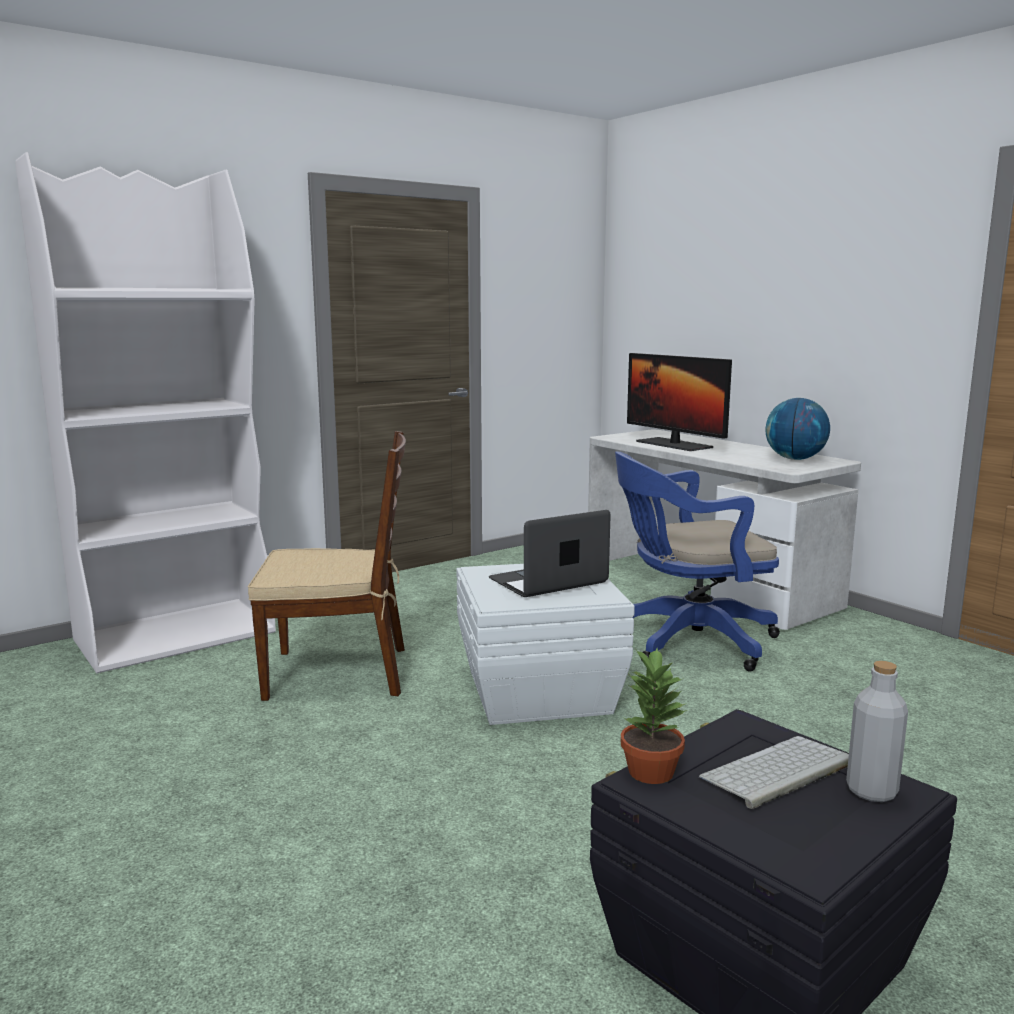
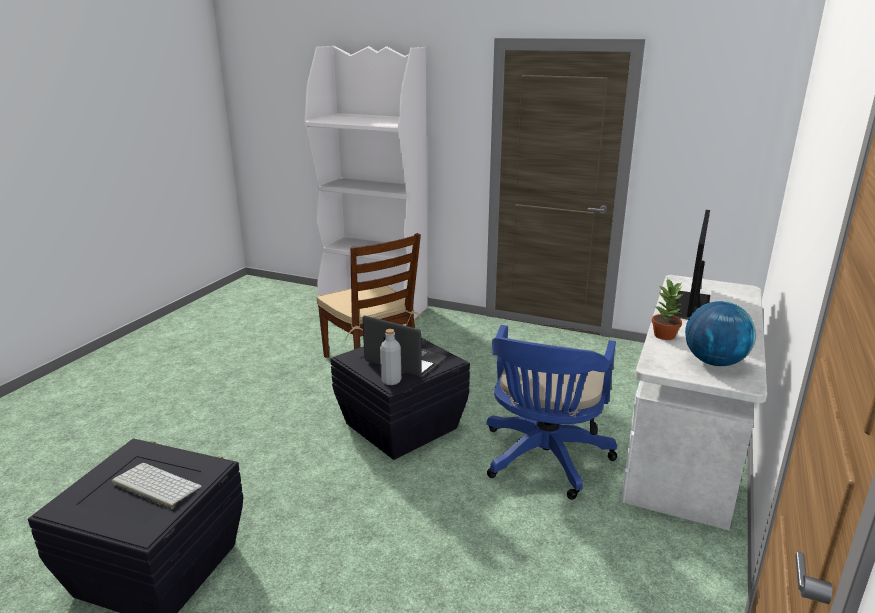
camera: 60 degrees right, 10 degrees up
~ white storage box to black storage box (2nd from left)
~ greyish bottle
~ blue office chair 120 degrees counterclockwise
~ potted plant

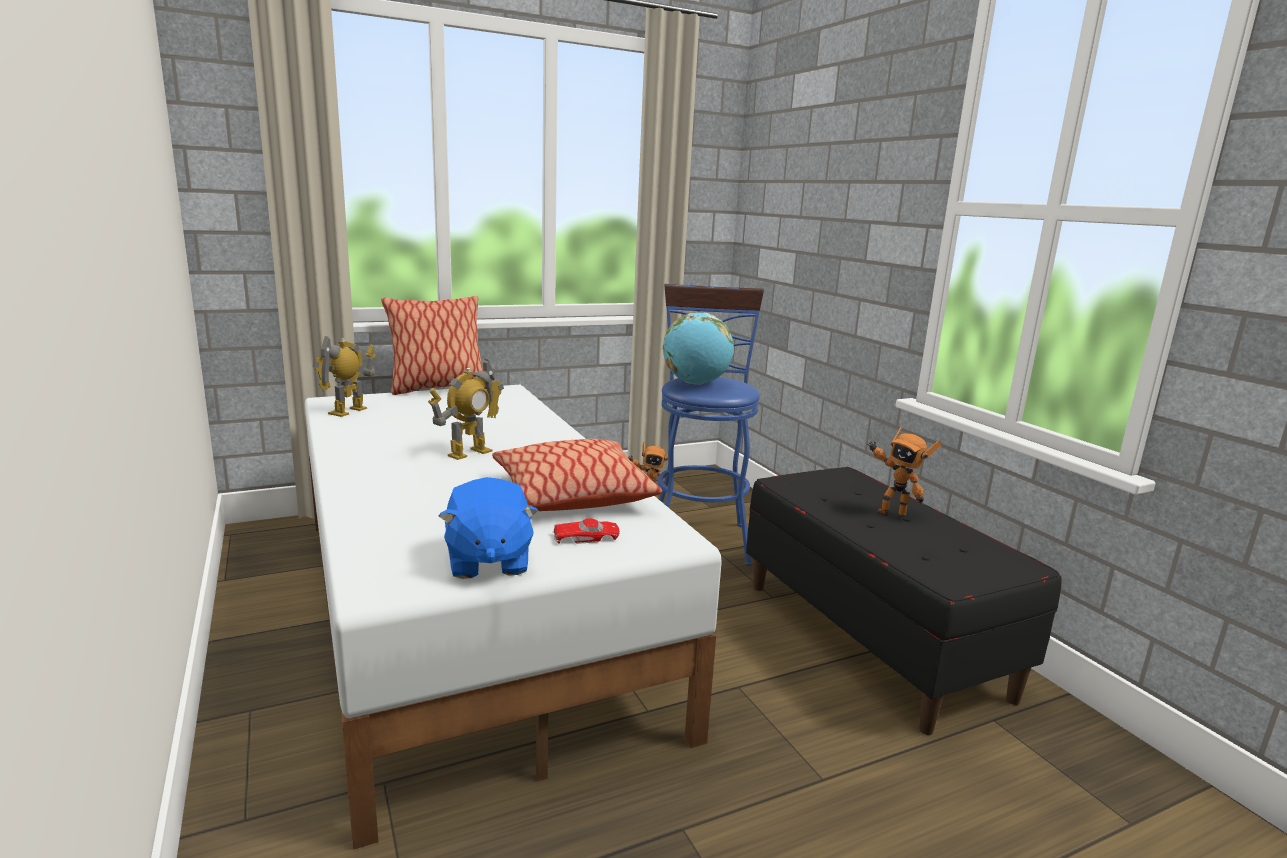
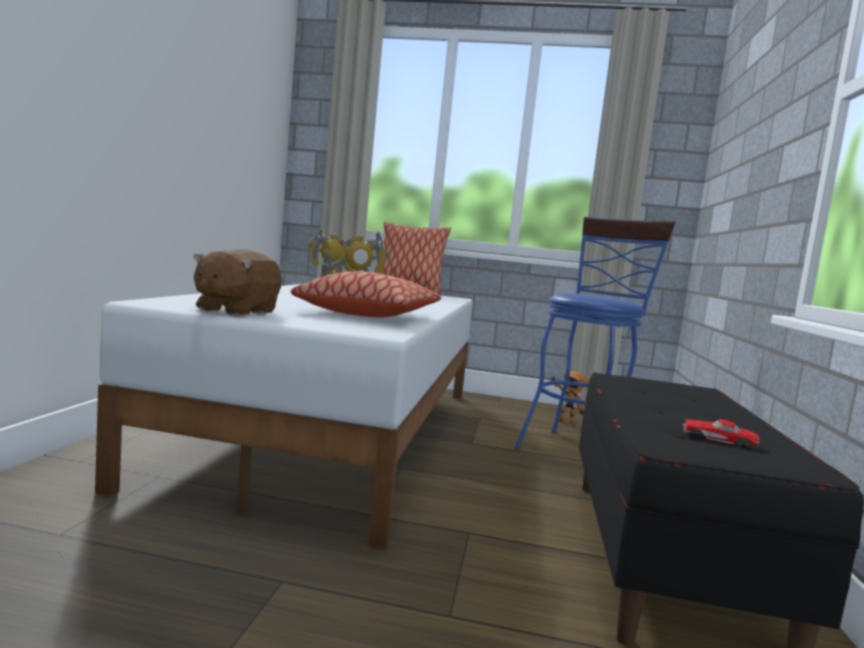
camera: 35 degrees right, 10 degrees down
~ blue cuddly toy to brownish cuddly toy
~ red-coloured toy car
- world globe
- toy robot (4th from left)

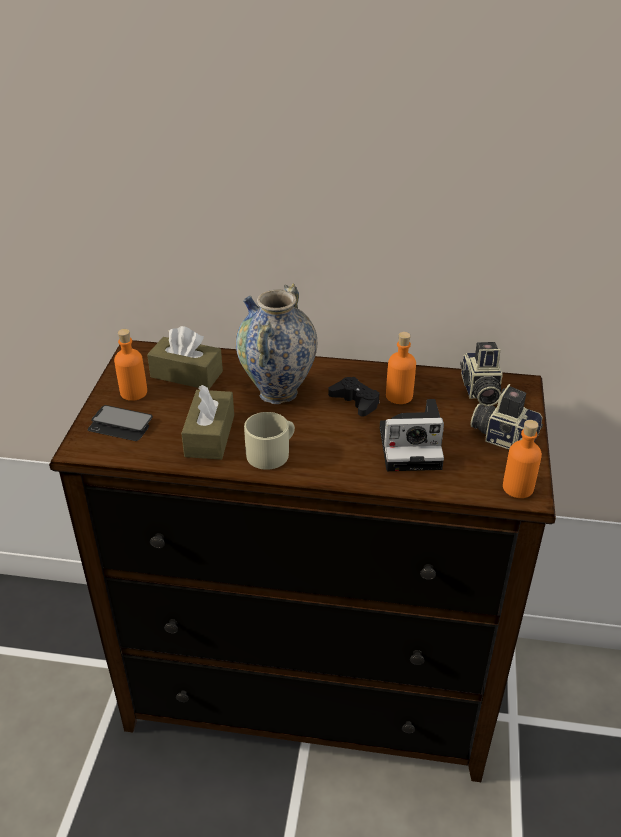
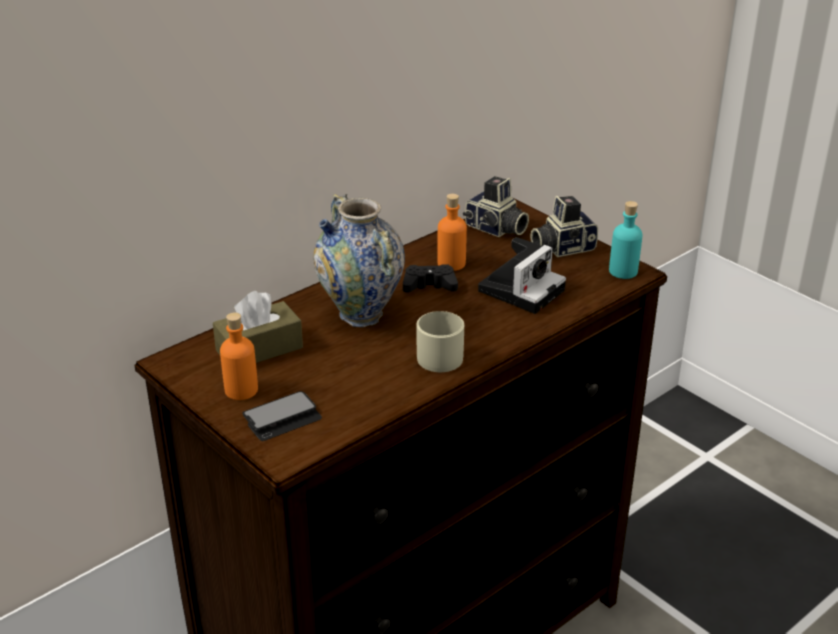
camera: 50 degrees left, 5 degrees down
~ orange-coloured bottle (3rd from left) to blue-green bottle
- brownish box of tissues (2nd from left)

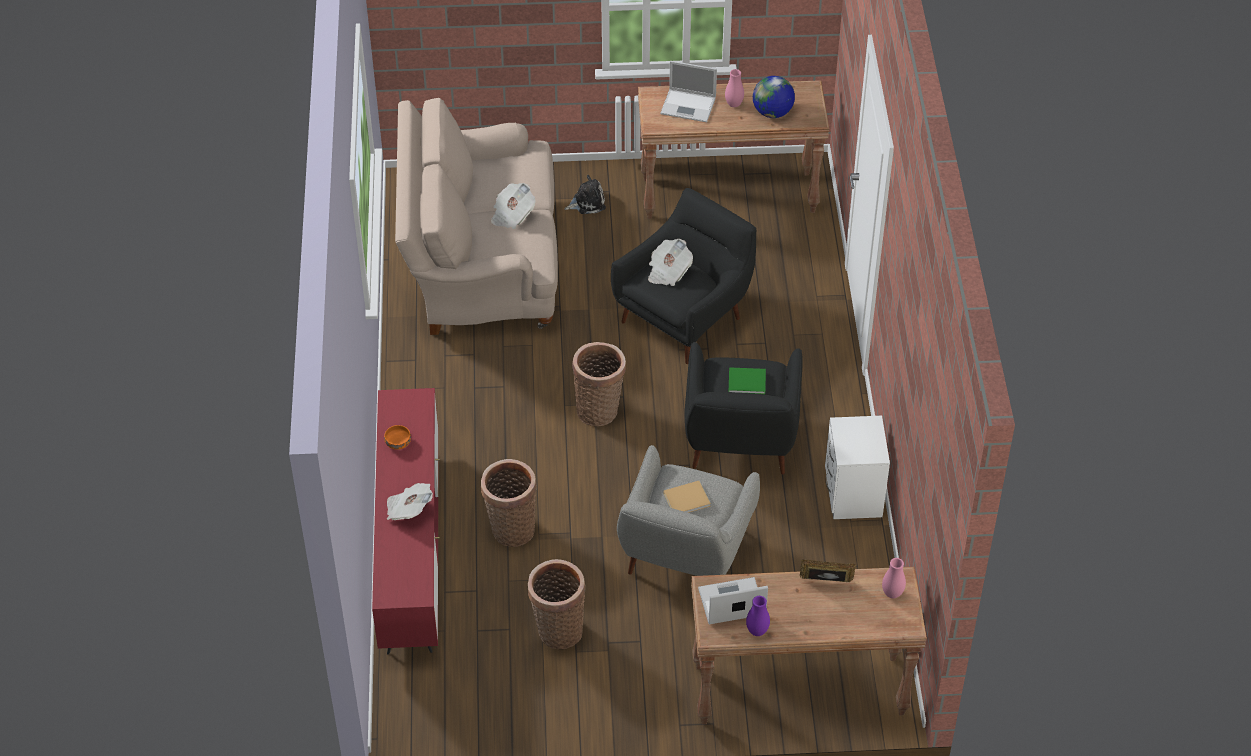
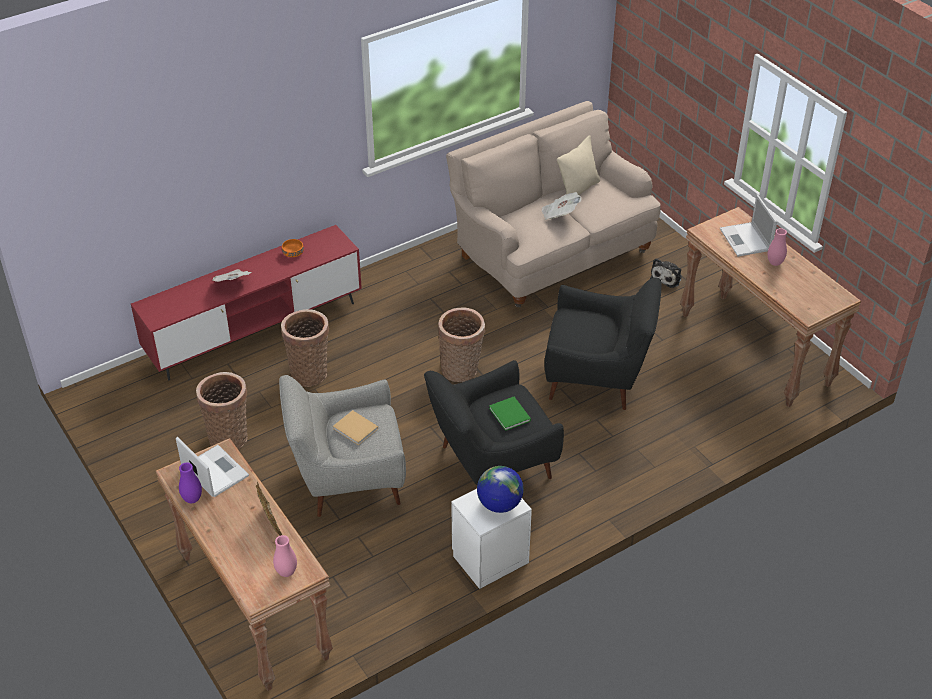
camera: 60 degrees right, 5 degrees down
~ world globe
+ sand-coloured cushion
~ cuddly toy 75 degrees clockwise
- daily paper (3rd from left)

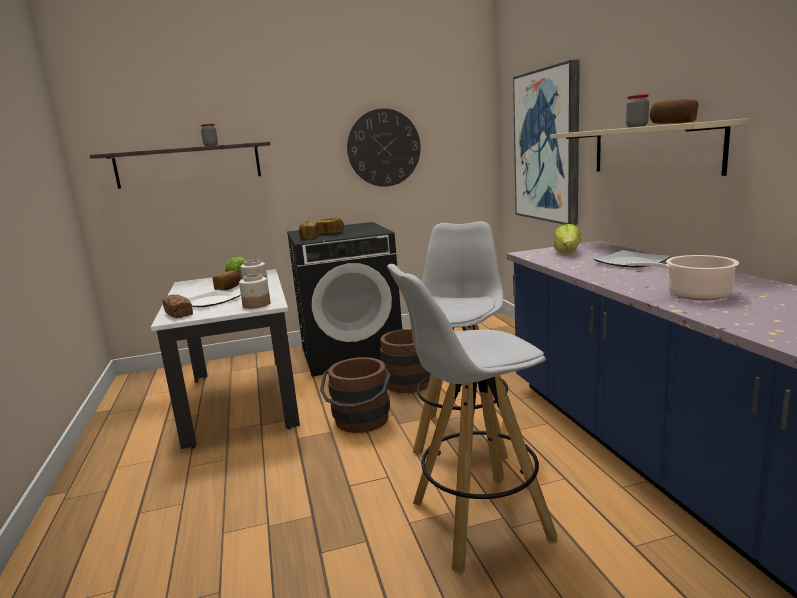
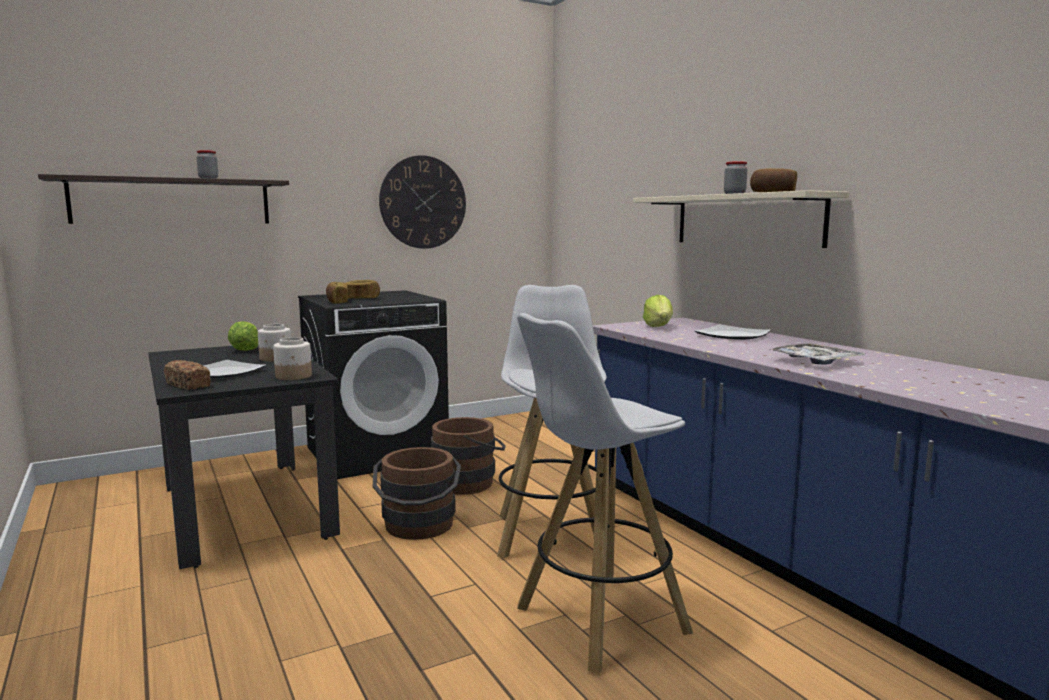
camera: 15 degrees left, 5 degrees down
~ white dining table to black dining table
~ stockpot to carrying tray
- bread (2nd from left)
- wall art

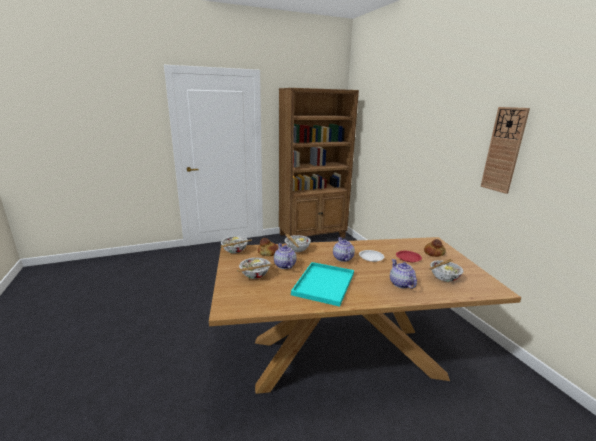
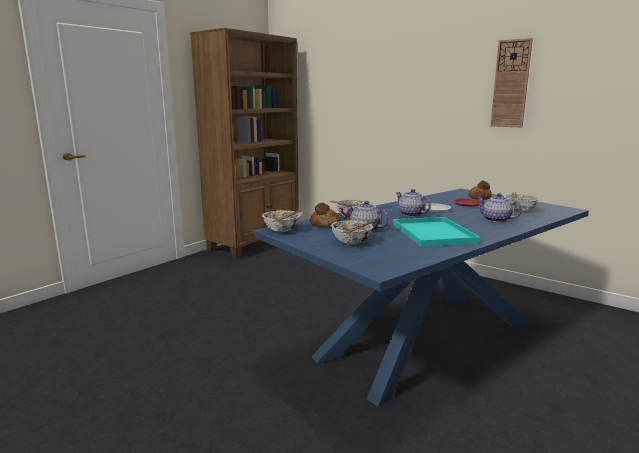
camera: 30 degrees left, 5 degrees down
~ brownish dining table to blue dining table

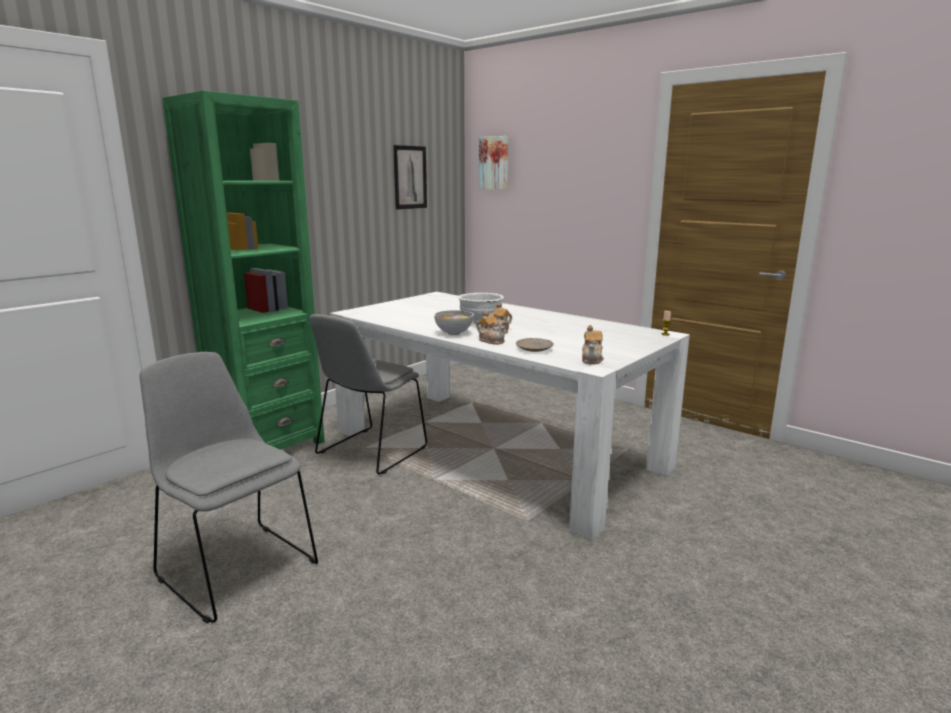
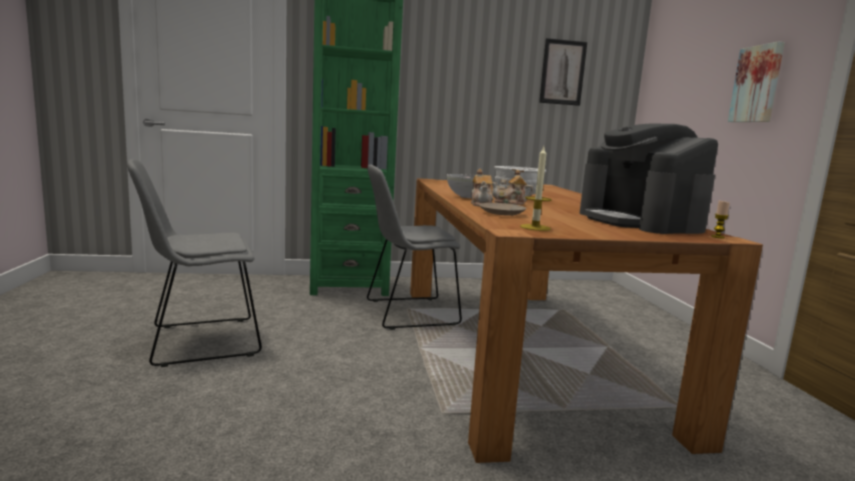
camera: 40 degrees right, 5 degrees down
~ greyish plain chair (1st from left) 105 degrees counterclockwise
~ white dining table to brownish dining table
~ tea pot (3rd from left) to wax candle (1st from left)
+ coffee maker
~ wall art (2nd from left)

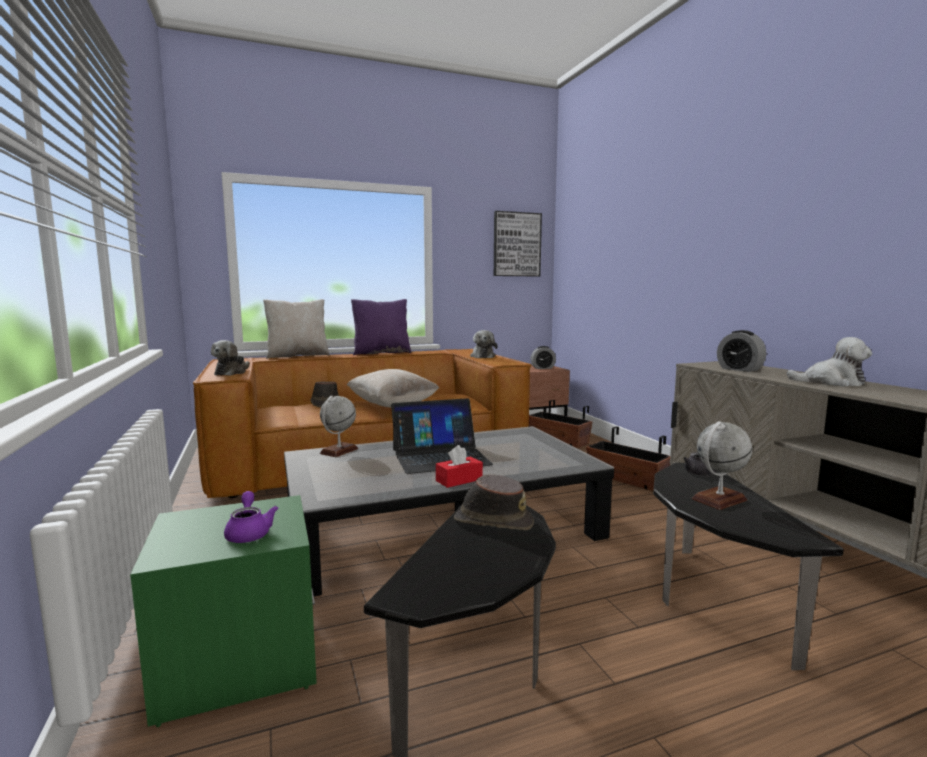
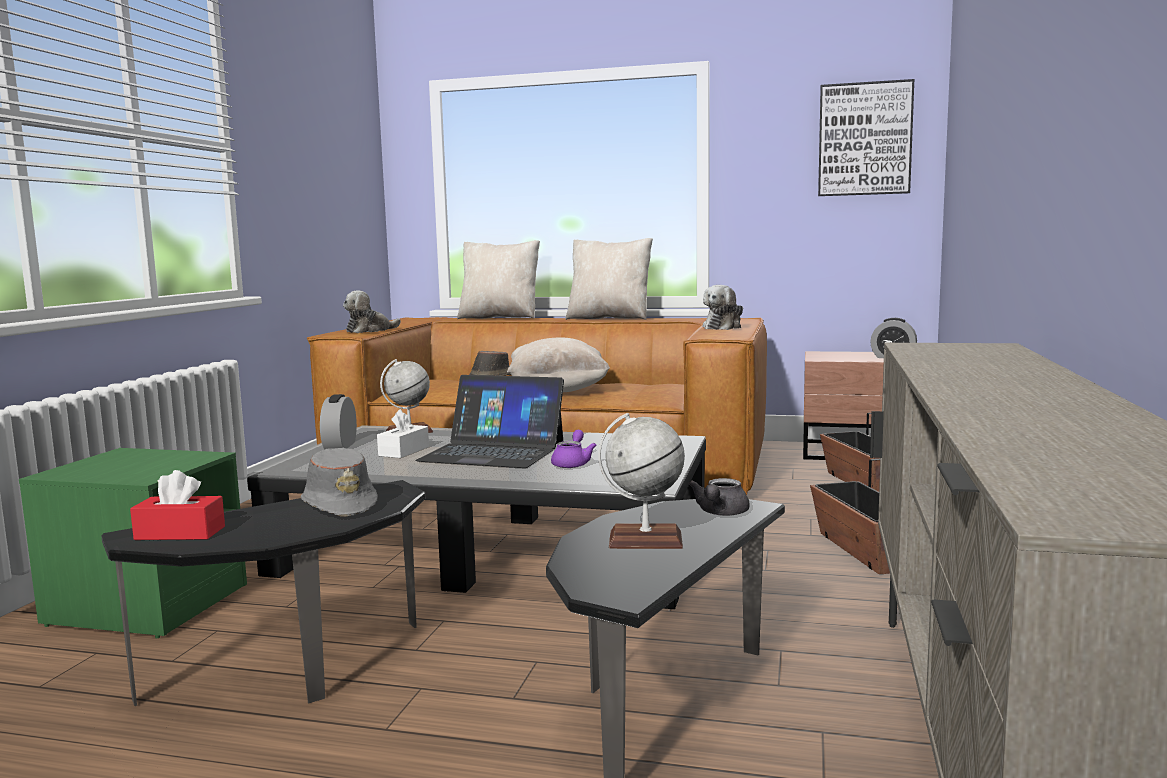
camera: 35 degrees right, 0 degrees up
~ red-coloured box of tissues
~ brownish hat (2nd from left) to greyish hat
~ table clock (2nd from left in the first image) to table clock (1st from left)
+ white box of tissues
~ purplish tea pot
~ purplish cushion to sand-coloured cushion (3rd from left)
- cuddly toy (3rd from left)

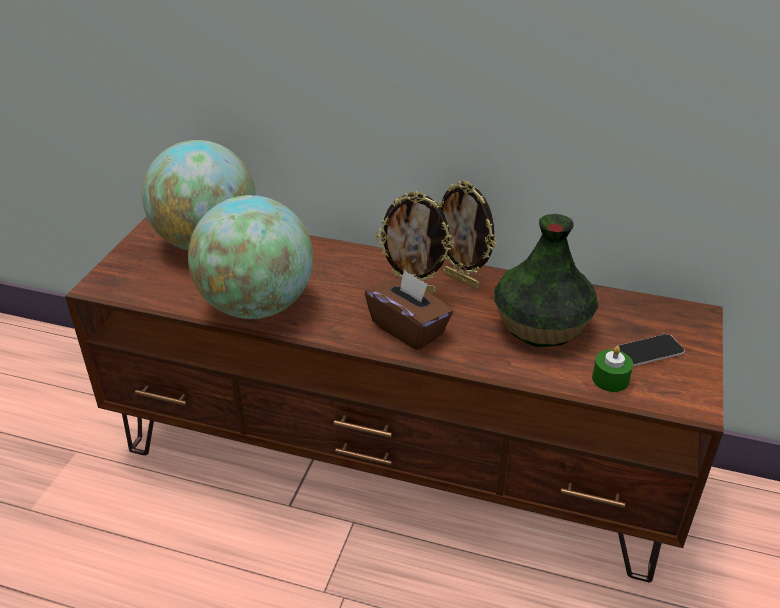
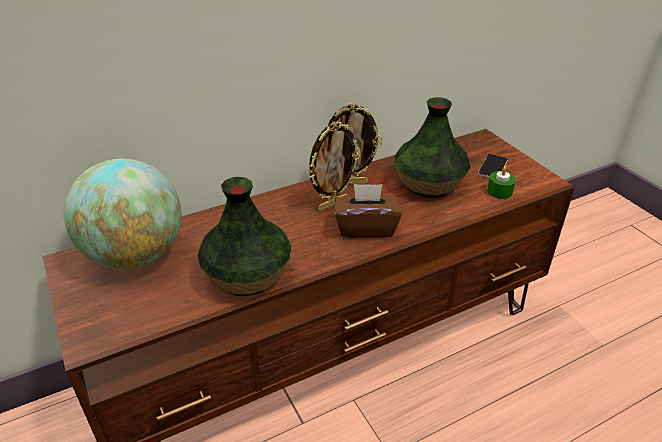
camera: 45 degrees left, 0 degrees up
~ world globe (2nd from left) to decorative vase (1st from left)

